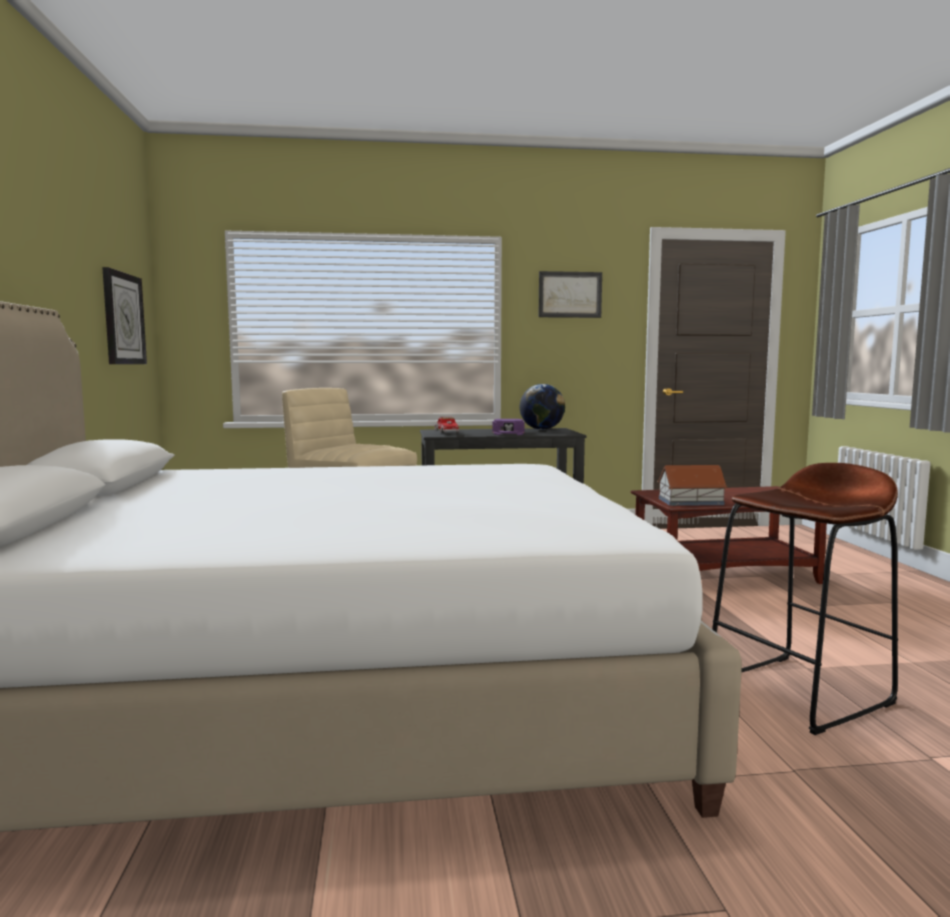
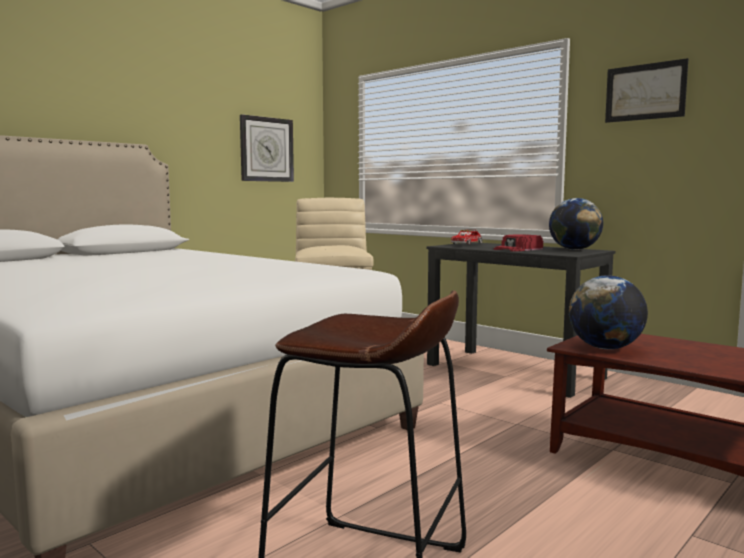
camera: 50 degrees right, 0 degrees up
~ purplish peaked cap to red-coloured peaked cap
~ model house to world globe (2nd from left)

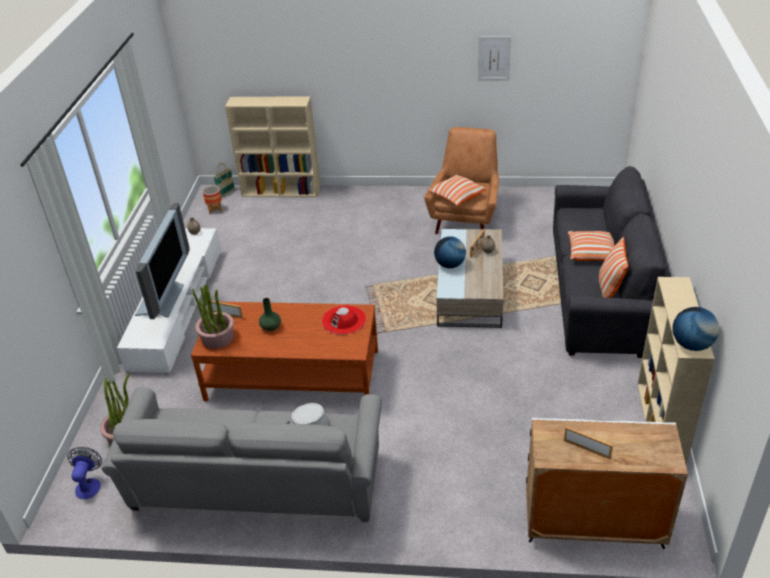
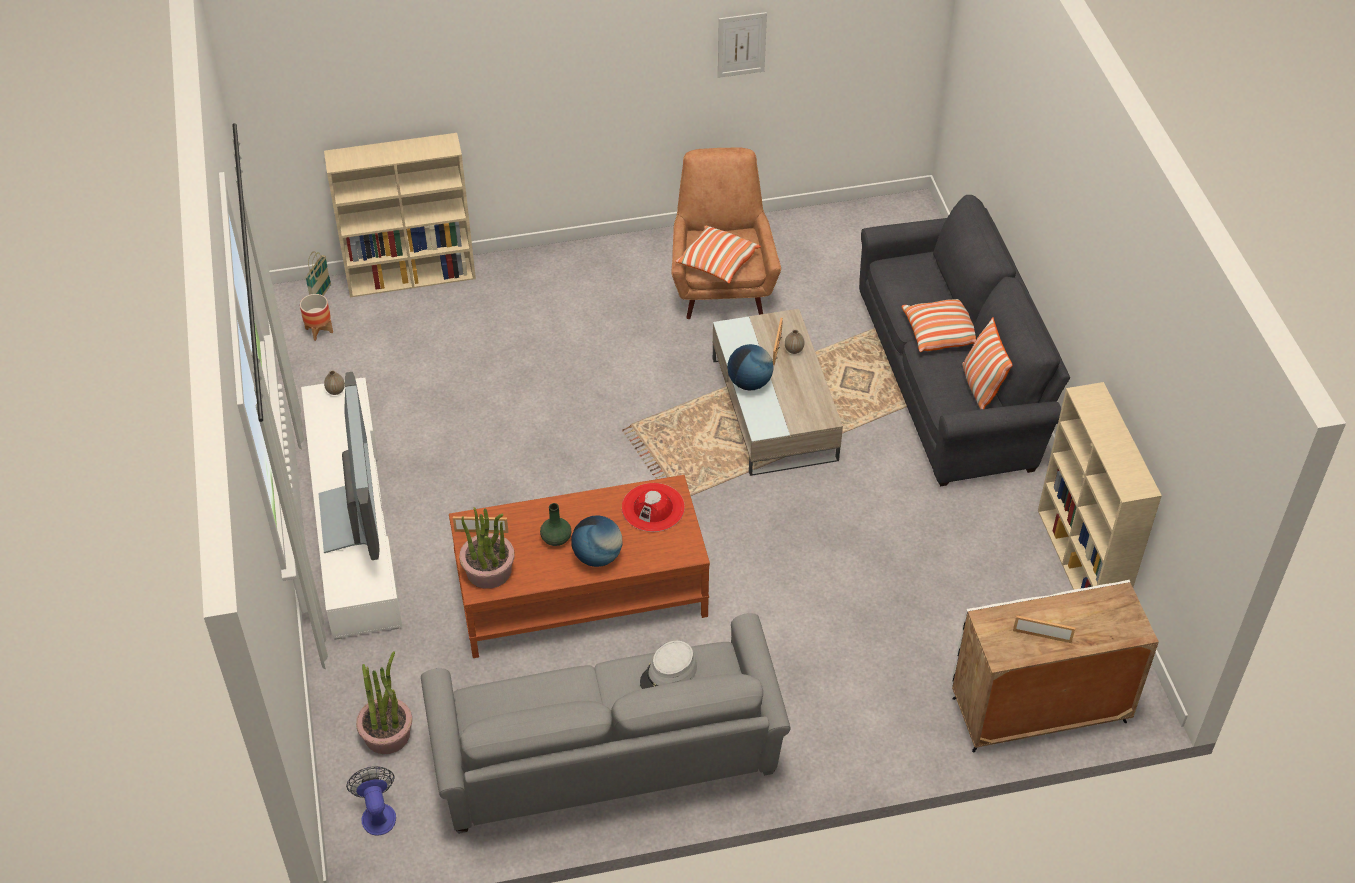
camera: 20 degrees left, 10 degrees up
~ world globe (2nd from left in the first image) to world globe (1st from left)

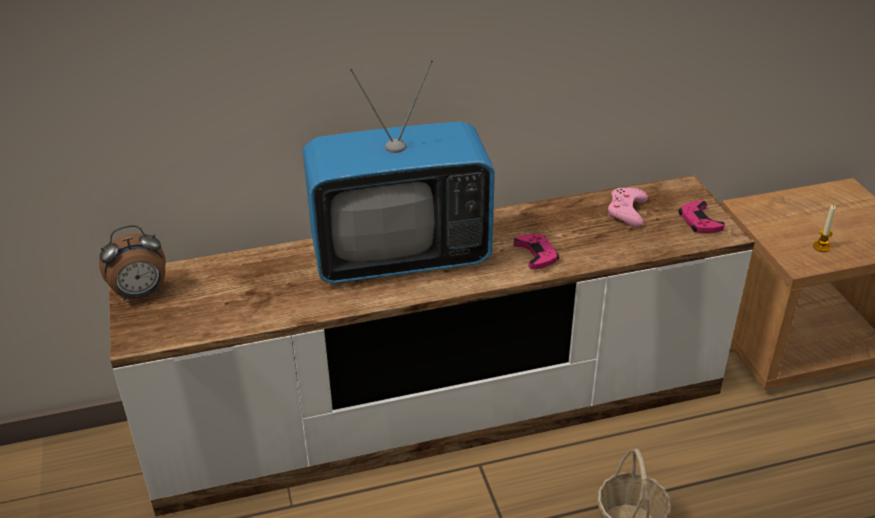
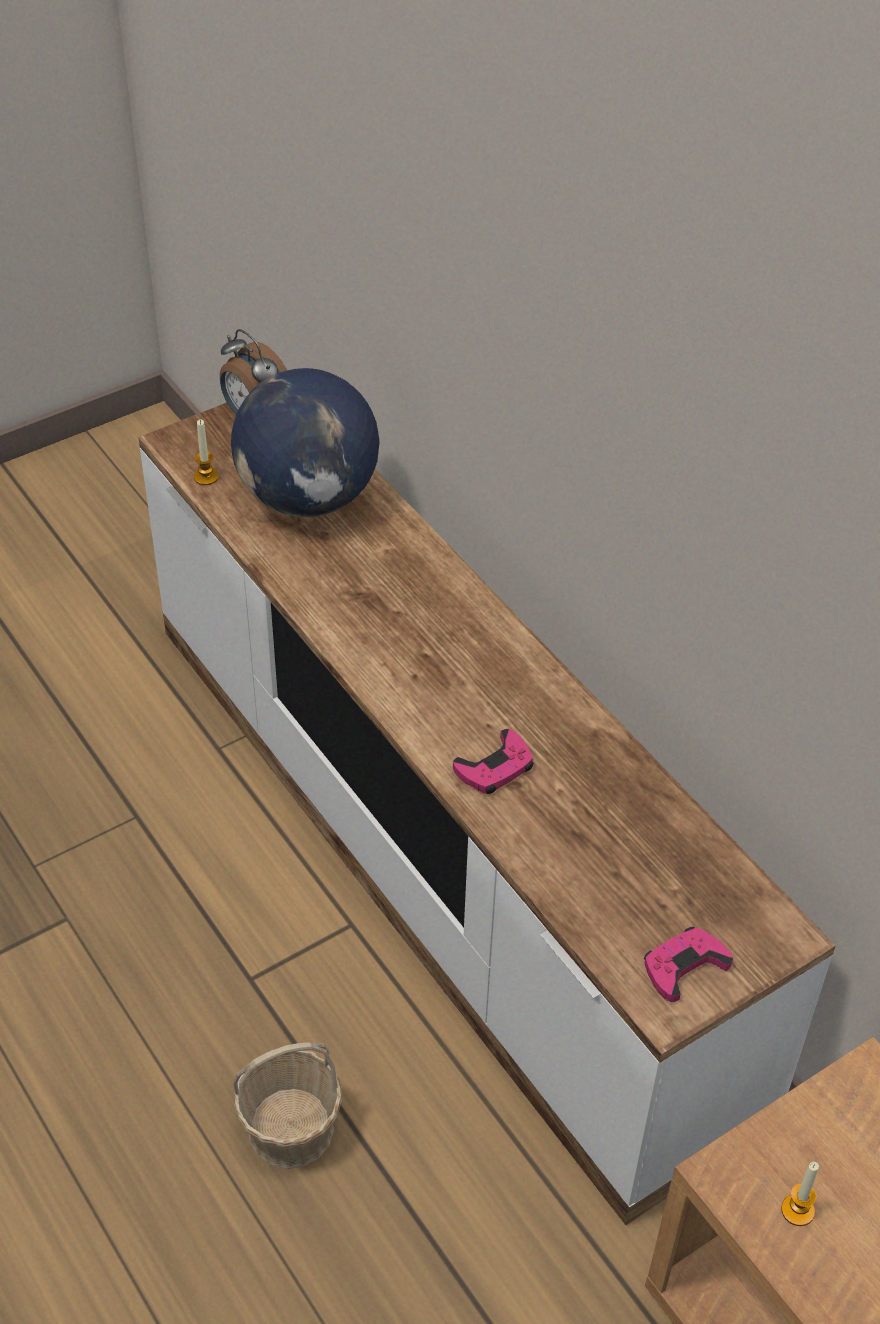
camera: 70 degrees right, 10 degrees up
+ wax candle (1st from left)
+ world globe
- television
- pinkish joypad (2nd from left)

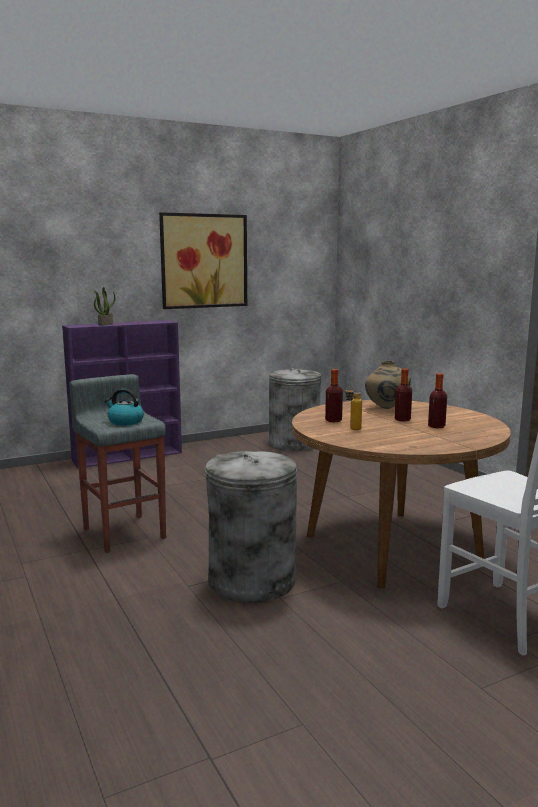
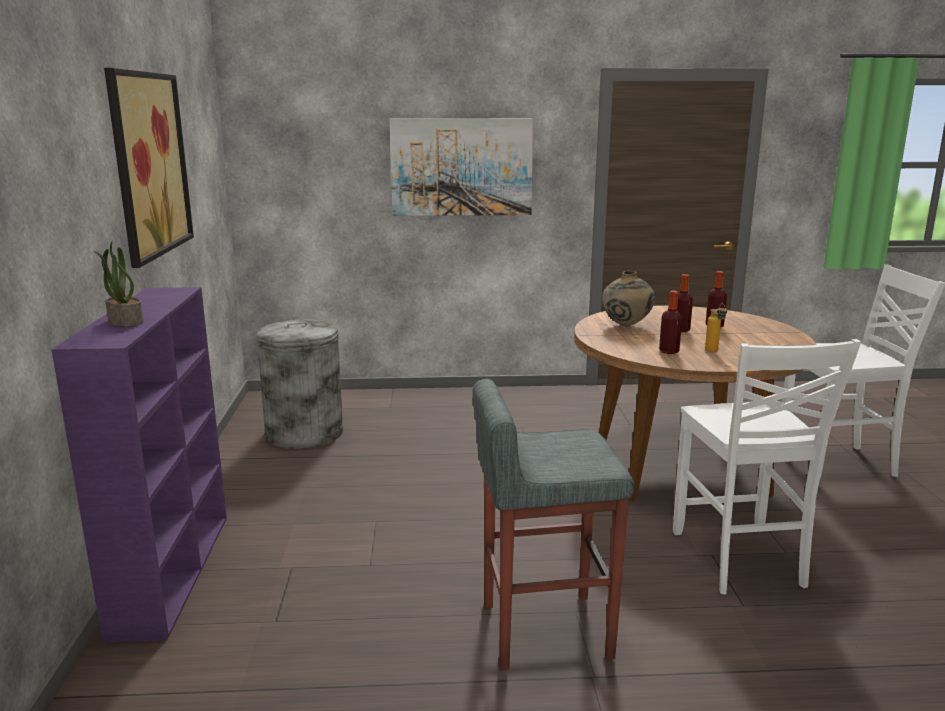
camera: 65 degrees left, 5 degrees up
+ wall art (2nd from left)
~ greyish waste bin (1st from left) to white plain chair (1st from left)
- water kettle

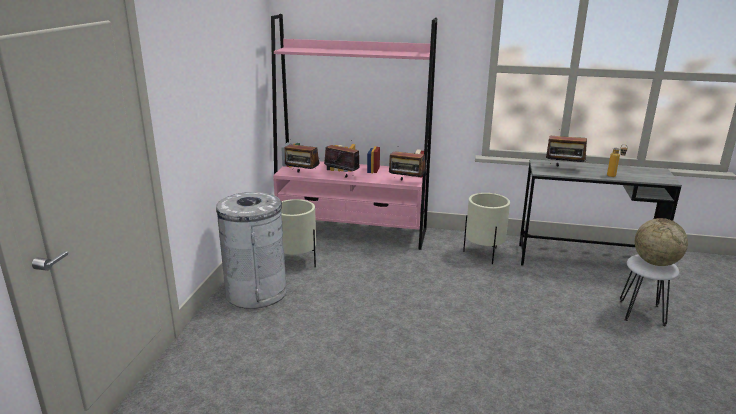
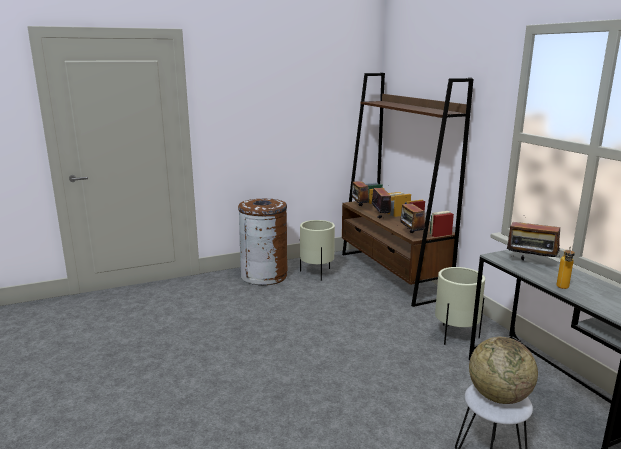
camera: 55 degrees right, 5 degrees down
~ greyish waste bin to brownish waste bin
~ pinkish bookshelf to brownish bookshelf
~ radio receiver (4th from left) 45 degrees counterclockwise

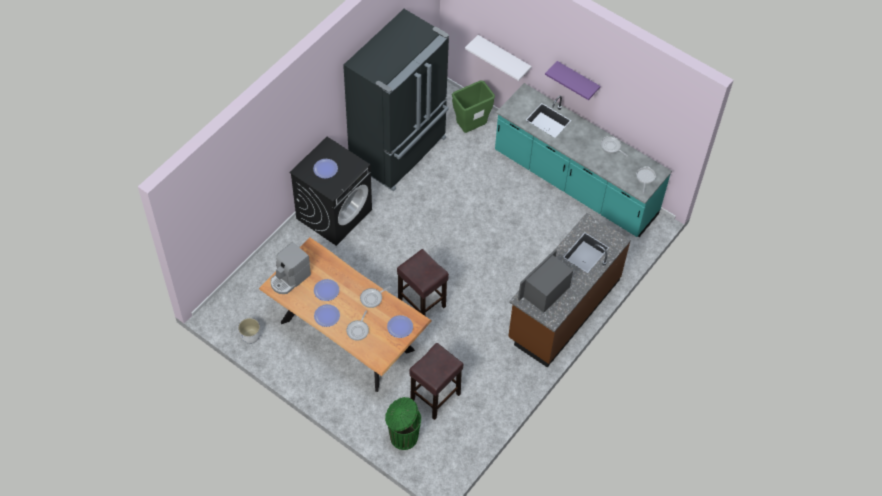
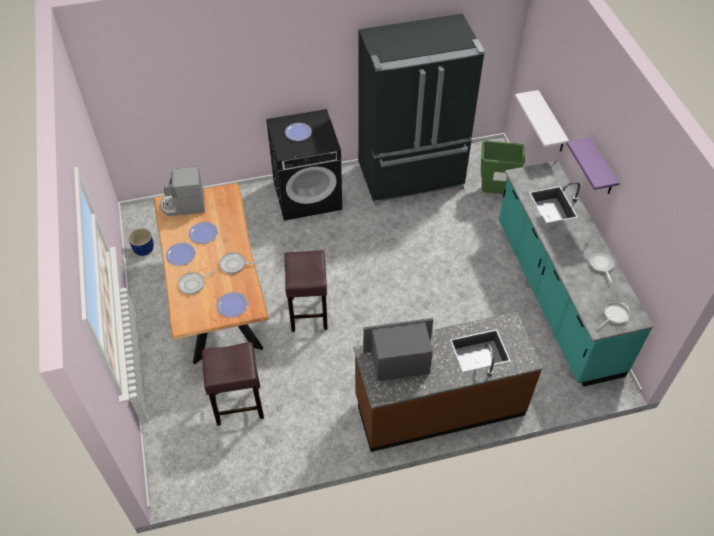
camera: 40 degrees right, 5 degrees down
~ white flower pot to blue flower pot
- greenish waste bin (1st from left)

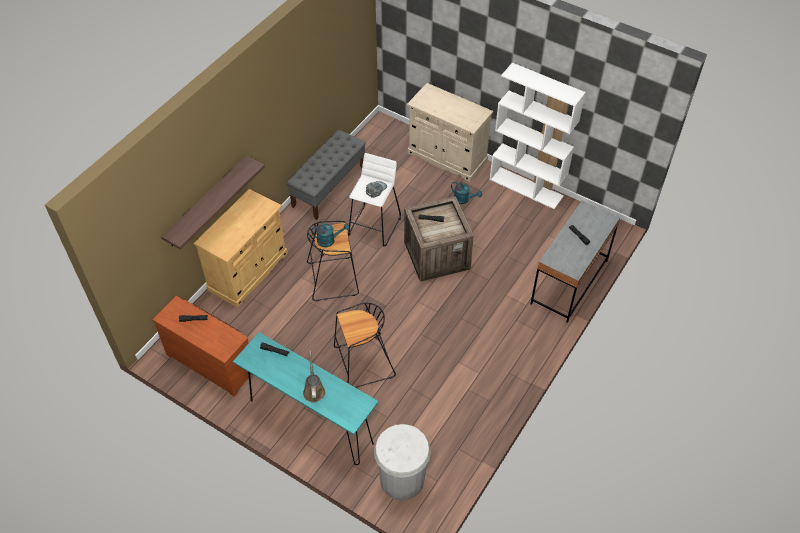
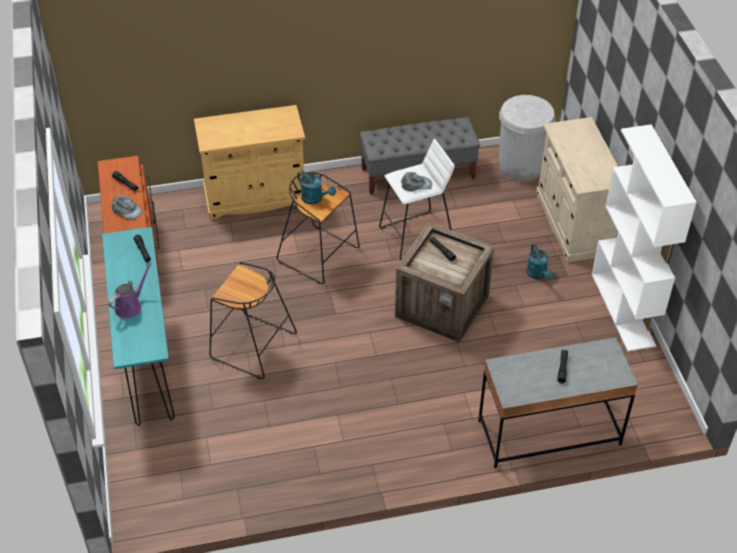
camera: 45 degrees right, 5 degrees down
~ brownish watering can to purplish watering can
+ greyish peaked cap (1st from left)
~ white waste bin
- bracket shelf

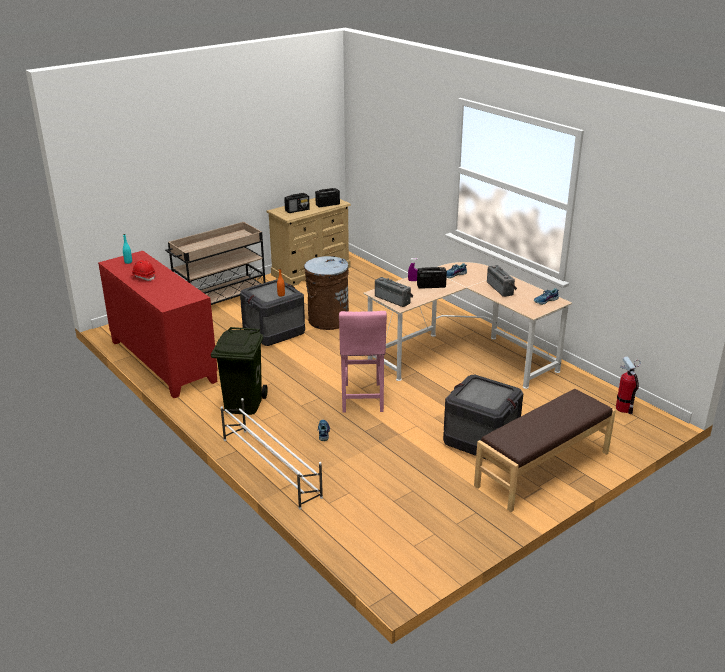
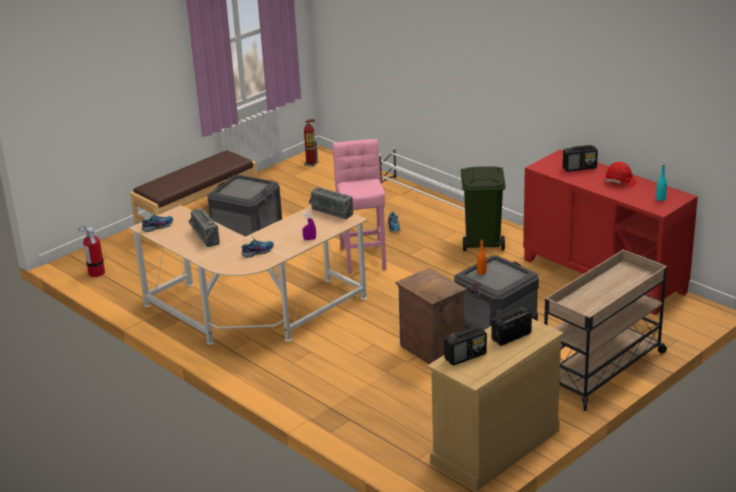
camera: 175 degrees right, 0 degrees up
+ fire extinguisher (2nd from left)
~ brownish waste bin to packing crate (2nd from left)
~ radio receiver (4th from left in the first image) to radio receiver (5th from left)

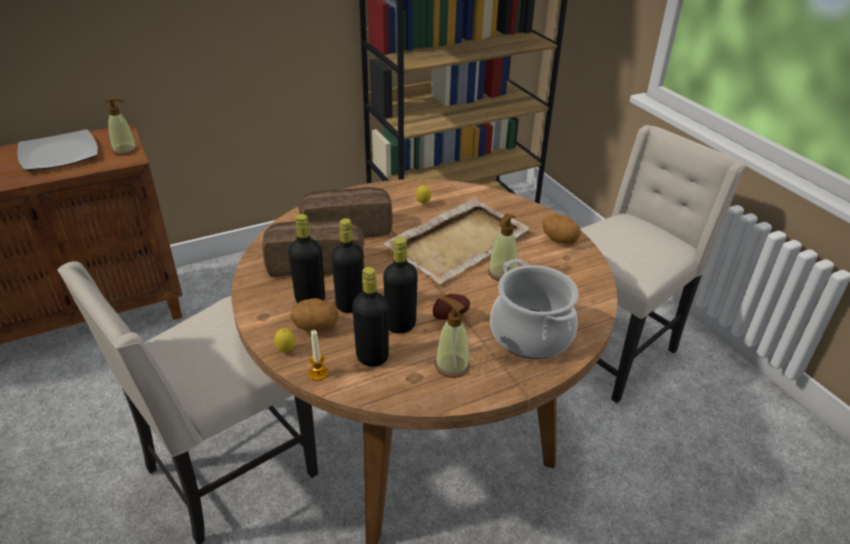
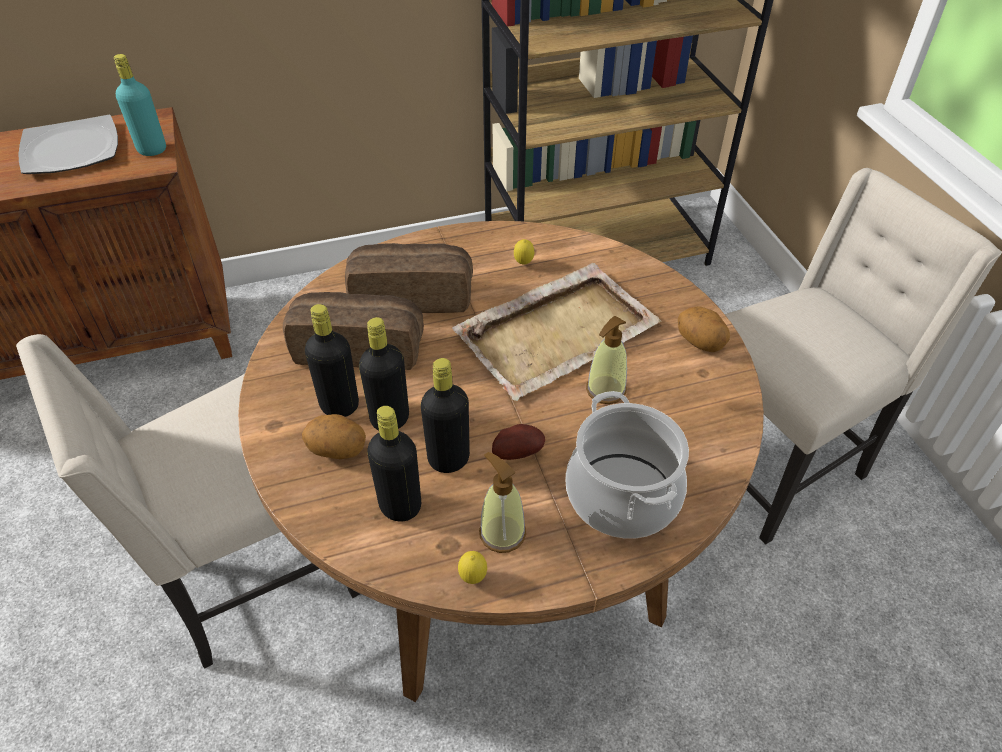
camera: 10 degrees right, 10 degrees up
~ soap bottle (1st from left) to blue-green bottle
~ whole lemon (1st from left)
- wax candle

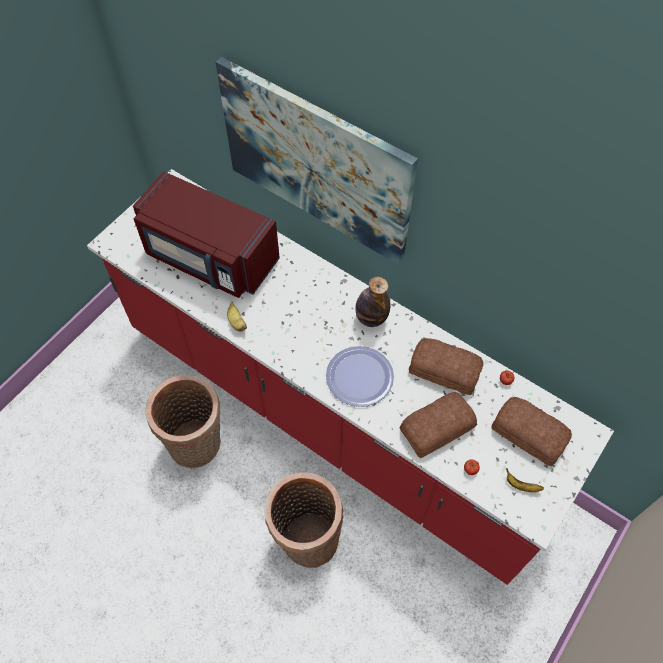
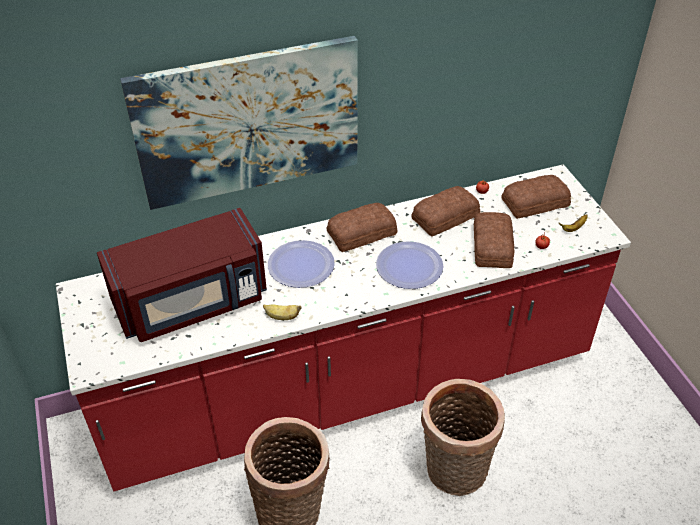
camera: 55 degrees left, 15 degrees down
+ dinner plate (1st from left)
~ bottle to bread (1st from left)

